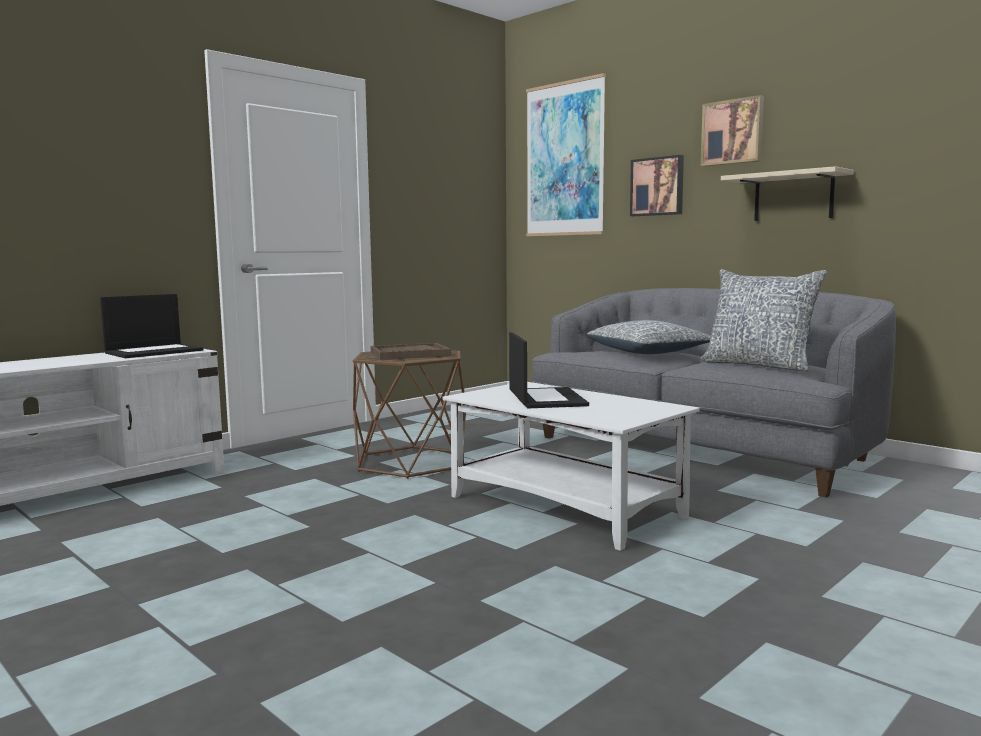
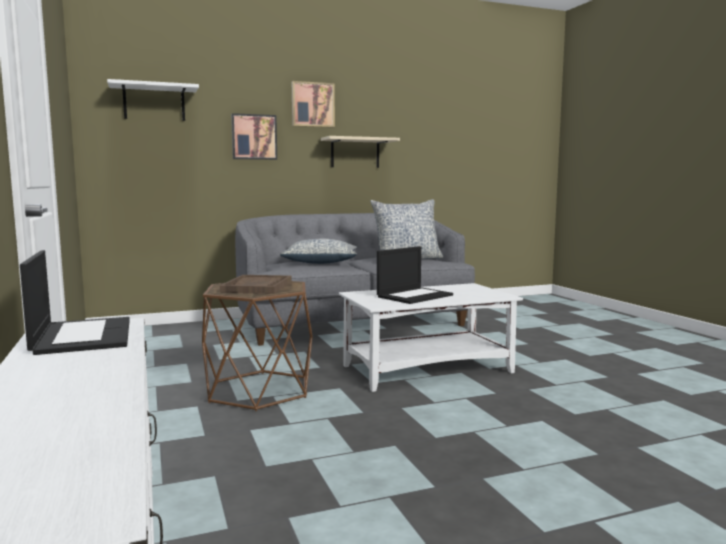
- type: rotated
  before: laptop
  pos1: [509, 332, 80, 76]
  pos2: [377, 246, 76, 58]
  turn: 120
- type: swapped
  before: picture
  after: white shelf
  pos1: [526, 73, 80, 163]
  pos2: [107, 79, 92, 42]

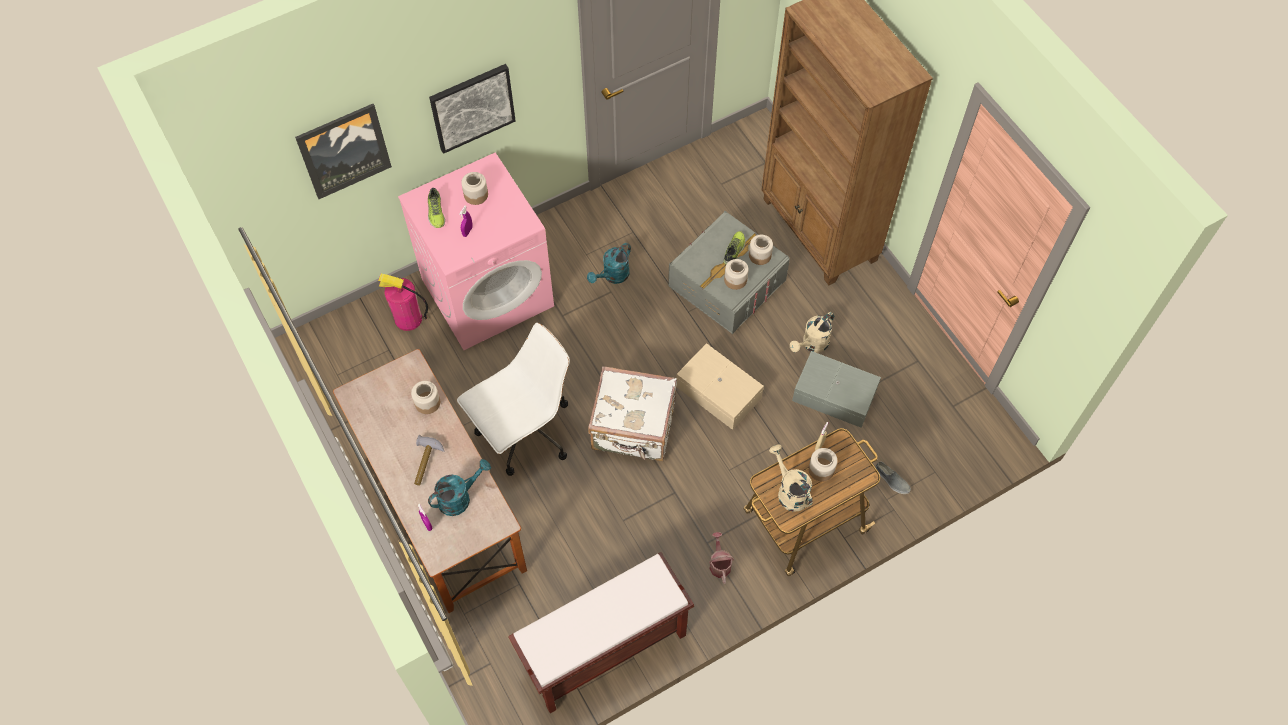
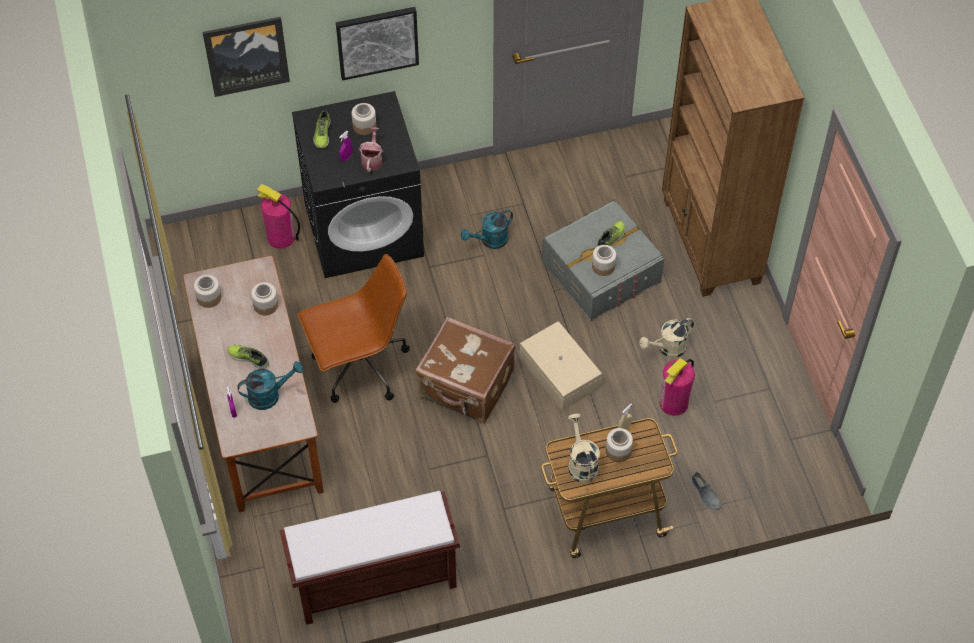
- type: repainted
  before: pink washing machine
  after: black washing machine
  pos1: [398, 152, 156, 198]
  pos2: [292, 91, 132, 187]
- type: swapped
  before: hammer
  after: shoe
  pos1: [414, 435, 30, 51]
  pos2: [227, 345, 42, 24]
- type: repainted
  before: white office chair
  after: brown office chair
  pos1: [457, 323, 113, 153]
  pos2: [298, 254, 112, 149]
- type: repainted
  before: white suitcase
  after: brown suitcase
  pos1: [588, 366, 89, 95]
  pos2: [416, 317, 99, 106]
- type: shifted
  before: watering can
  pos1: [709, 532, 25, 52]
  pos2: [359, 127, 24, 45]
- type: shifted
  before: jar
  pos1: [749, 235, 24, 30]
  pos2: [194, 275, 27, 33]
- type: swapped
  before: grey storage box
  after: fire extinguisher
  pos1: [792, 351, 89, 77]
  pos2: [659, 358, 36, 58]

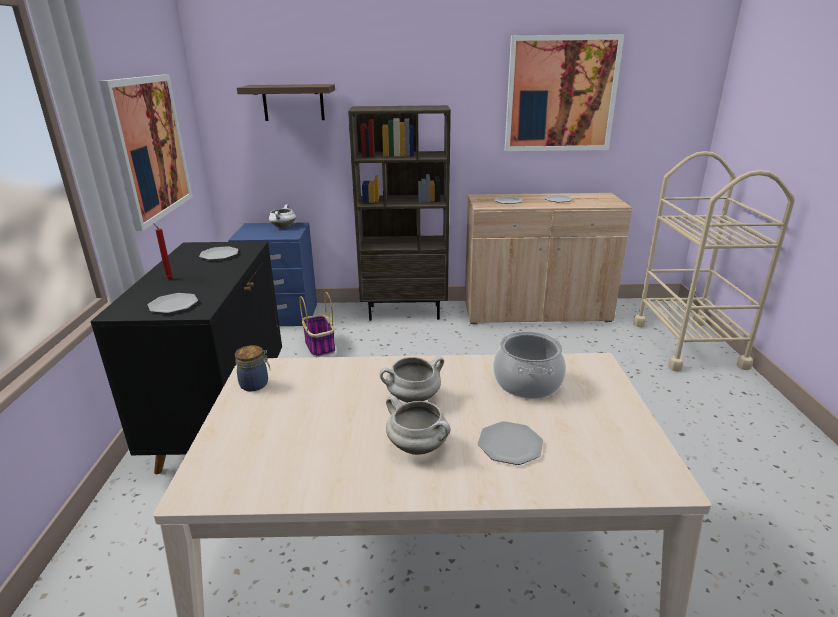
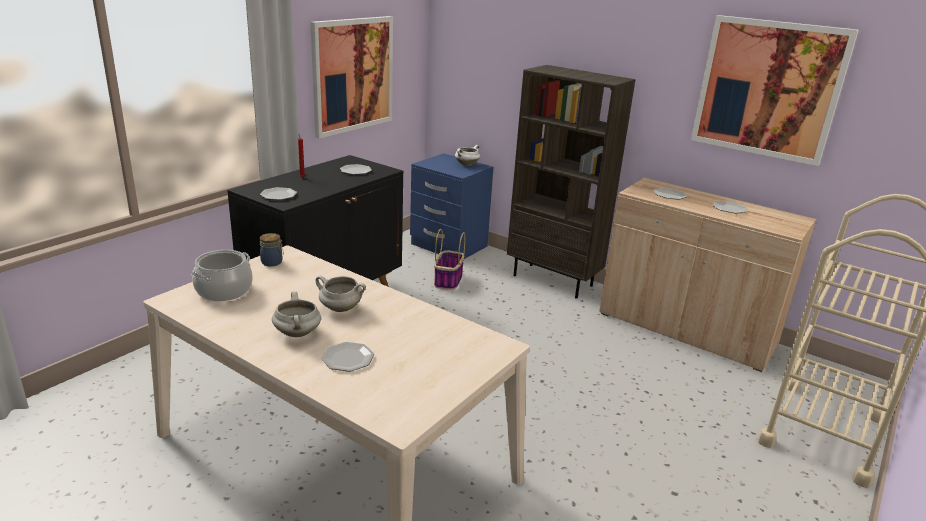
- type: gone
  before: shelf
  pos1: [237, 84, 98, 37]
- type: shifted
  before: cooking pot
  pos1: [493, 331, 73, 68]
  pos2: [191, 250, 62, 51]

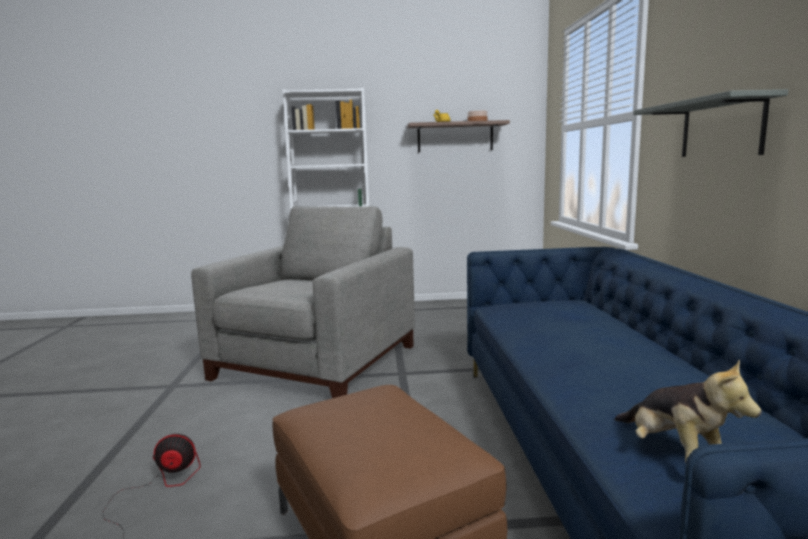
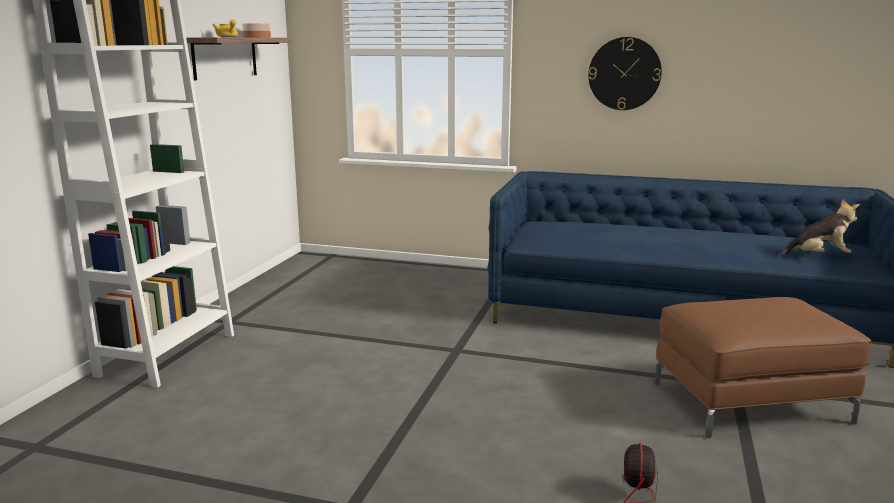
- type: gone
  before: grey armchair
  pos1: [191, 206, 224, 192]
- type: swapped
  before: grey shelf
  after: wall clock
  pos1: [633, 89, 155, 68]
  pos2: [588, 37, 74, 73]

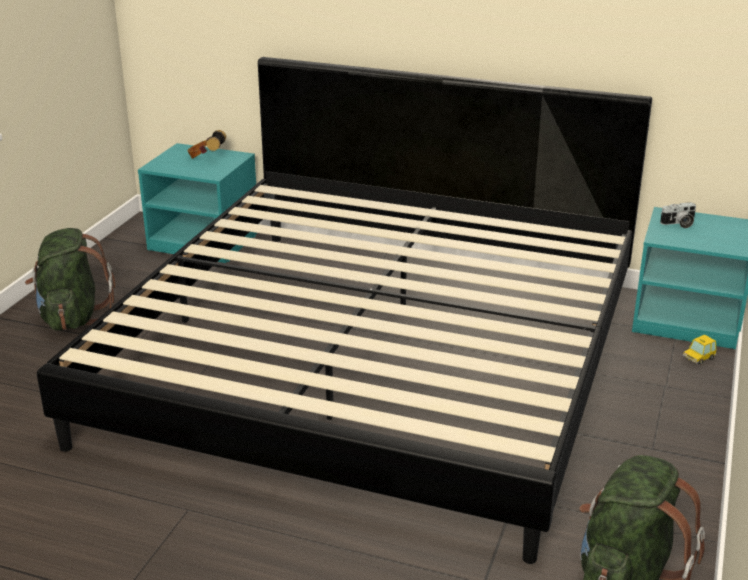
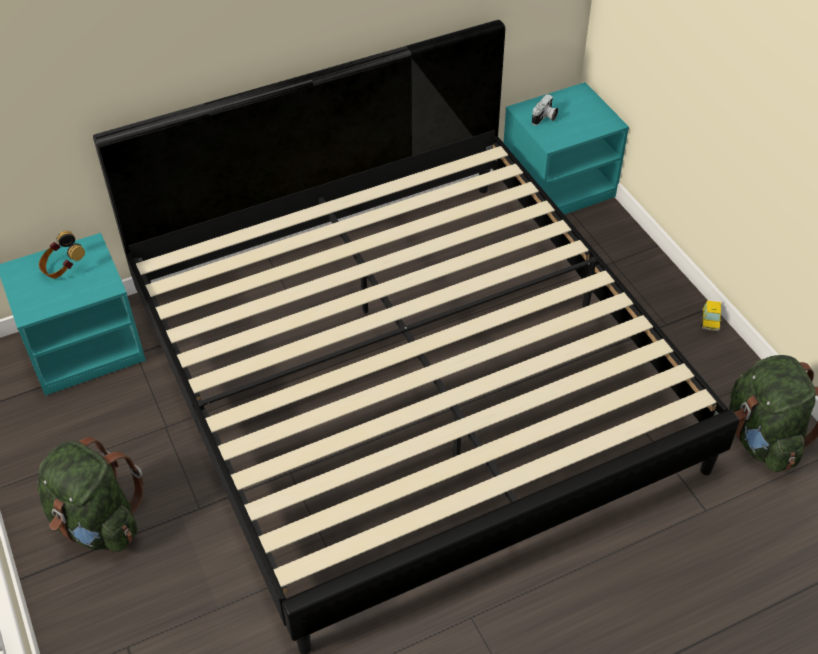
- type: shifted
  before: toy car
  pos1: [683, 335, 34, 30]
  pos2: [701, 300, 22, 31]

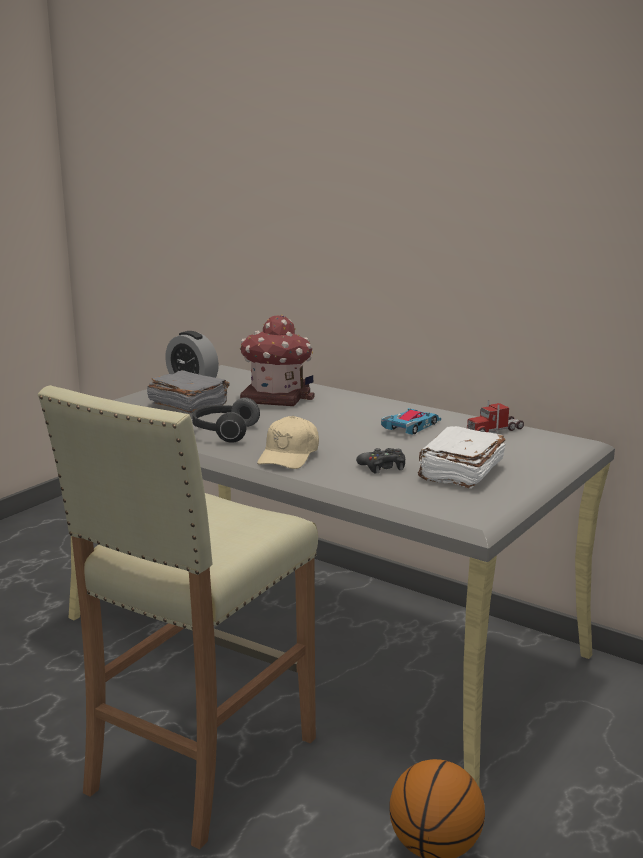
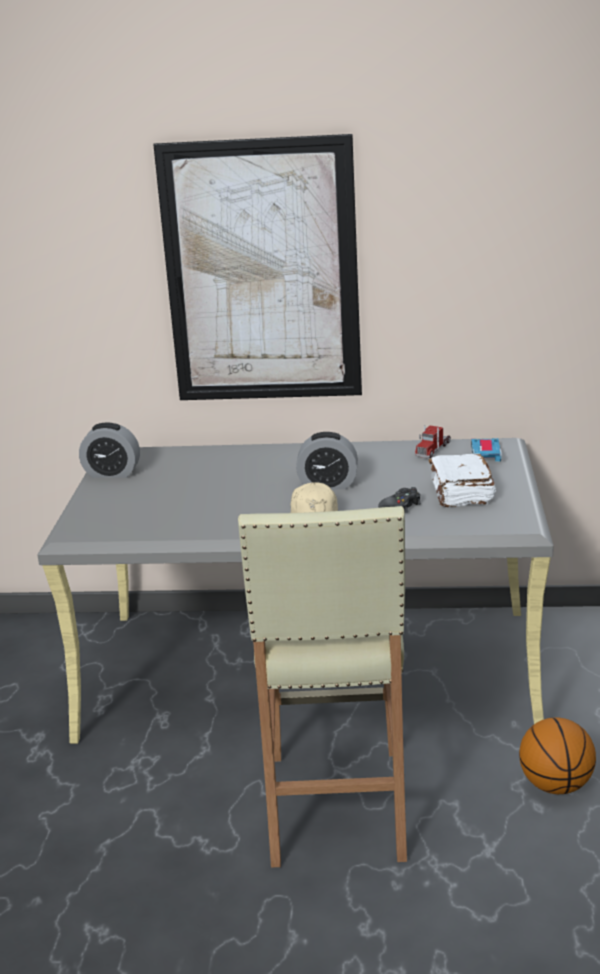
- type: gone
  before: grey book
  pos1: [147, 370, 82, 43]
- type: gone
  before: headphones
  pos1: [192, 397, 68, 46]
- type: gone
  before: toy house
  pos1: [240, 315, 74, 91]
- type: shifted
  before: toy car
  pos1: [381, 408, 60, 27]
  pos2: [471, 438, 31, 24]
- type: new
  after: picture
  pos2: [153, 134, 209, 266]
- type: new
  after: alarm clock
  pos2: [296, 432, 62, 58]

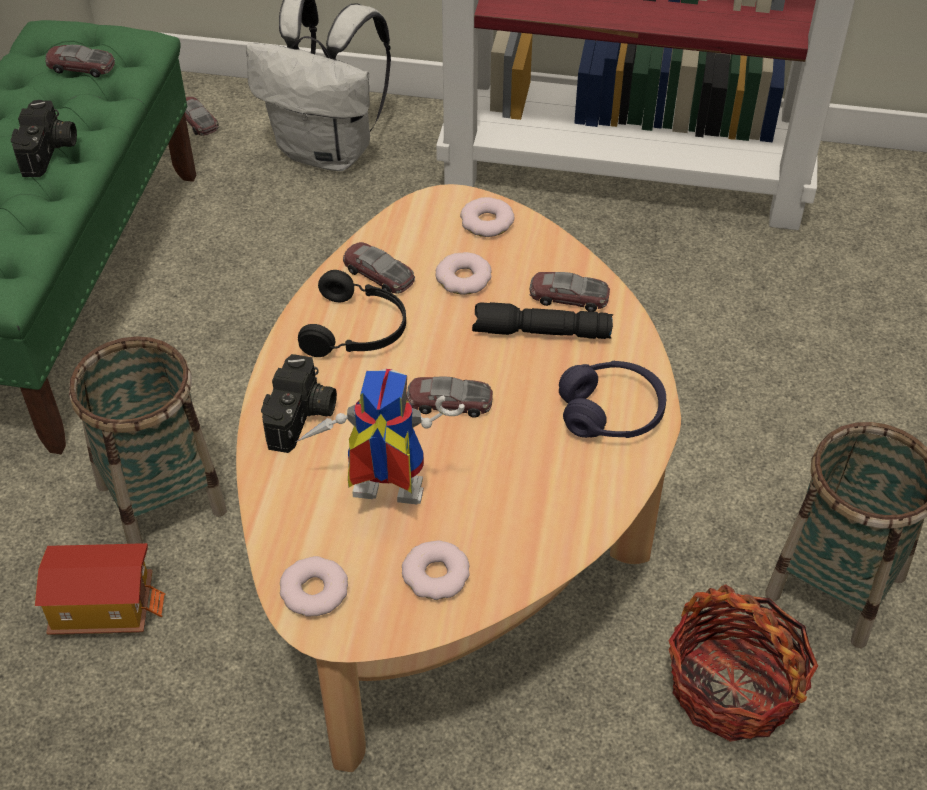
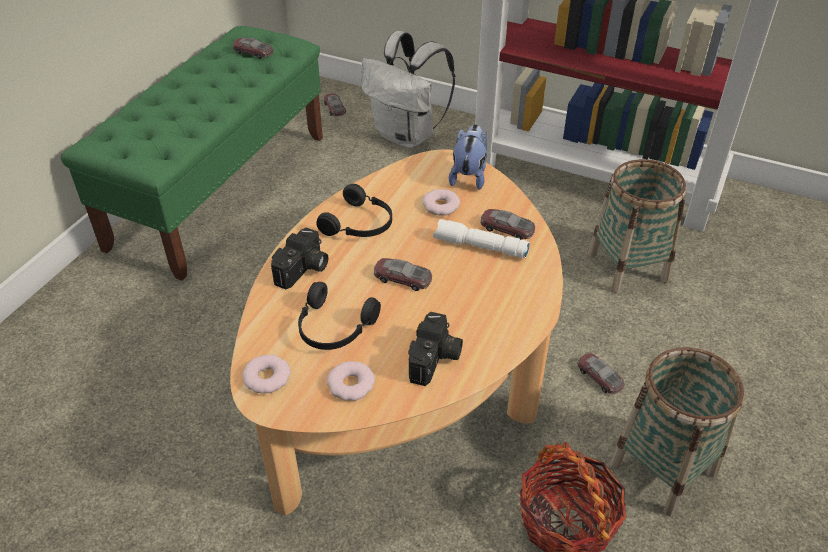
- type: shifted
  before: photo camera
  pos1: [11, 100, 66, 77]
  pos2: [408, 312, 55, 74]
- type: gone
  before: toy house
  pos1: [35, 543, 130, 92]
- type: shifted
  before: basket
  pos1: [69, 336, 158, 208]
  pos2: [588, 159, 98, 134]
- type: swapped
  before: toy robot
  after: black headphones
  pos1: [296, 369, 169, 135]
  pos2: [298, 282, 83, 68]
- type: shifted
  before: toy car
  pos1: [343, 242, 72, 51]
  pos2: [578, 353, 47, 41]
- type: swapped
  before: donut
  after: plush toy
  pos1: [460, 197, 54, 40]
  pos2: [449, 124, 38, 66]
- type: repainted
  before: black flashlight
  after: white flashlight
  pos1: [472, 302, 141, 37]
  pos2: [433, 219, 97, 39]
- type: gone
  before: purple headphones
  pos1: [559, 360, 107, 78]

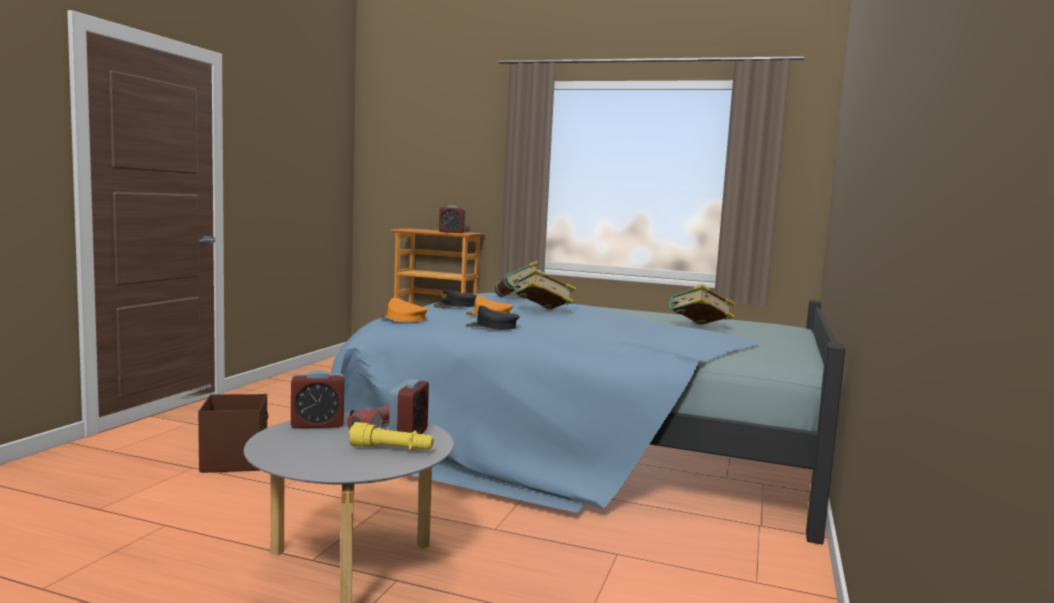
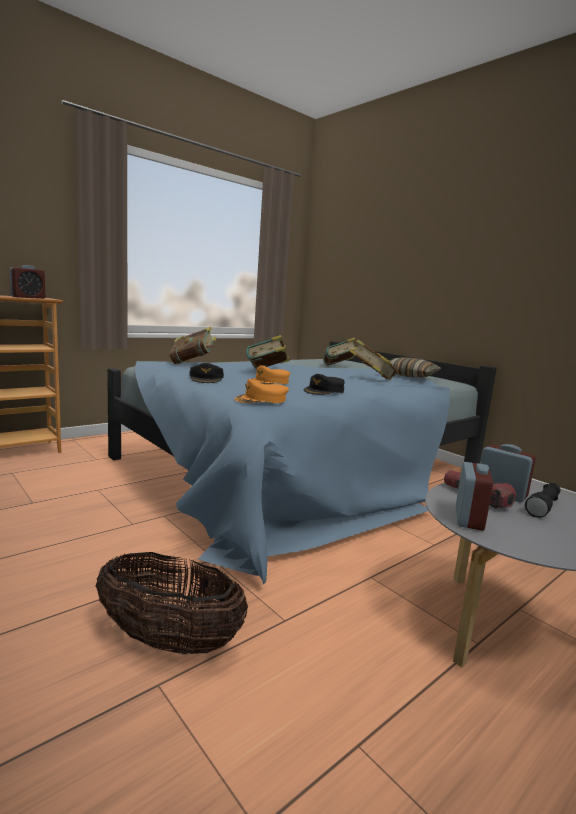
- type: swapped
  before: brown storage box
  after: basket
  pos1: [198, 394, 71, 79]
  pos2: [96, 552, 152, 102]
- type: repainted
  before: yellow flashlight
  after: black flashlight
  pos1: [349, 422, 85, 29]
  pos2: [525, 483, 36, 35]
- type: new
  after: book
  pos2: [349, 339, 48, 41]
- type: new
  after: pillow
  pos2: [390, 357, 51, 21]

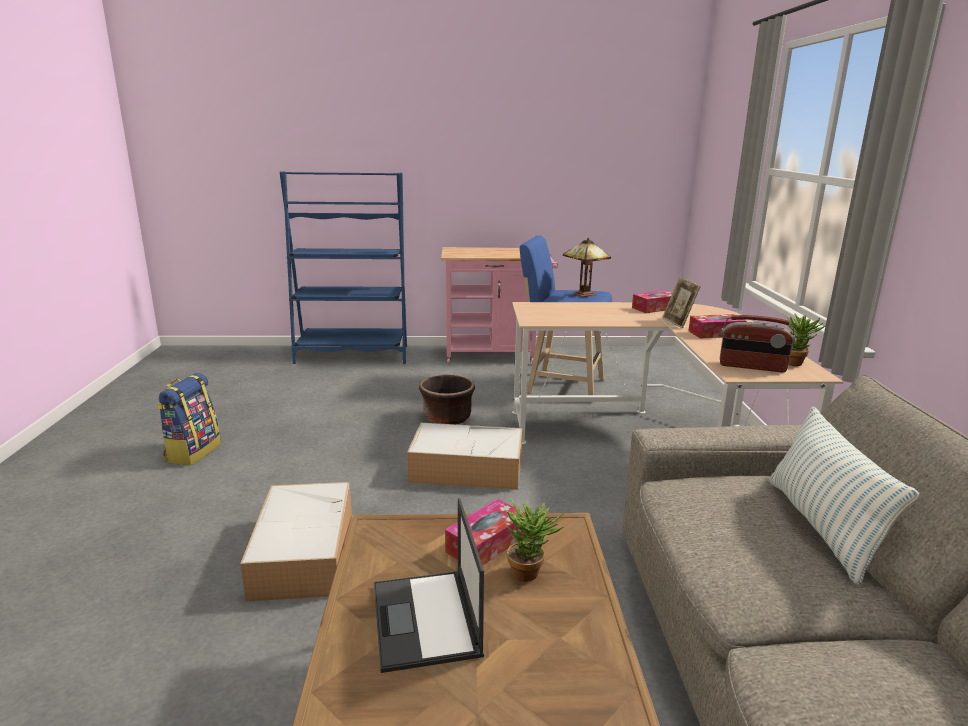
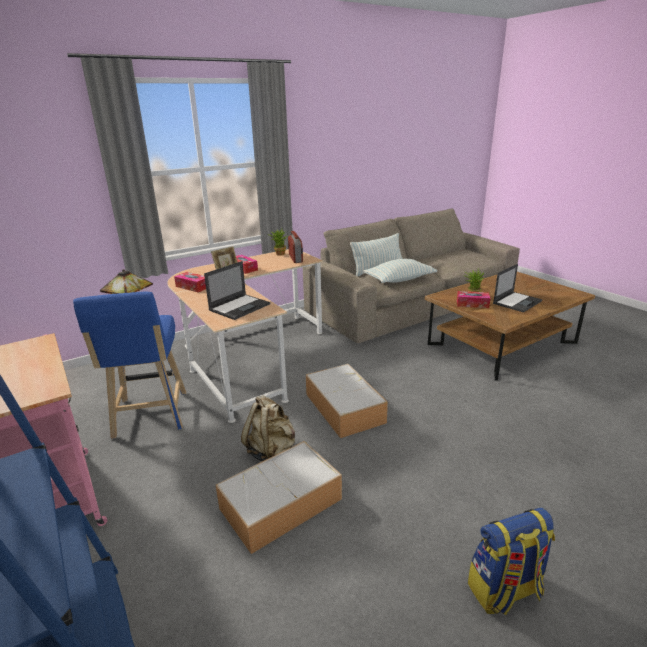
- type: shifted
  before: storage box
  pos1: [241, 482, 111, 120]
  pos2: [216, 441, 126, 113]
- type: swapped
  before: brown planter
  after: beige backpack
  pos1: [419, 375, 56, 49]
  pos2: [241, 396, 54, 65]
- type: new
  after: laptop
  pos2: [204, 261, 66, 59]
- type: new
  after: pillow
  pos2: [364, 259, 73, 24]

